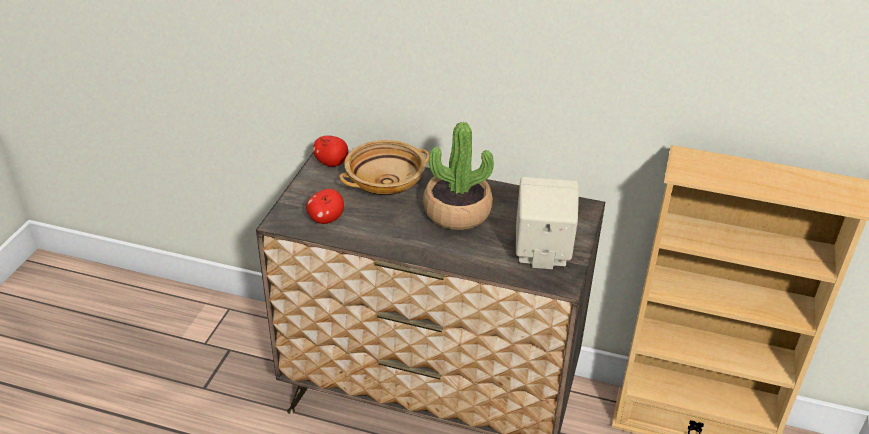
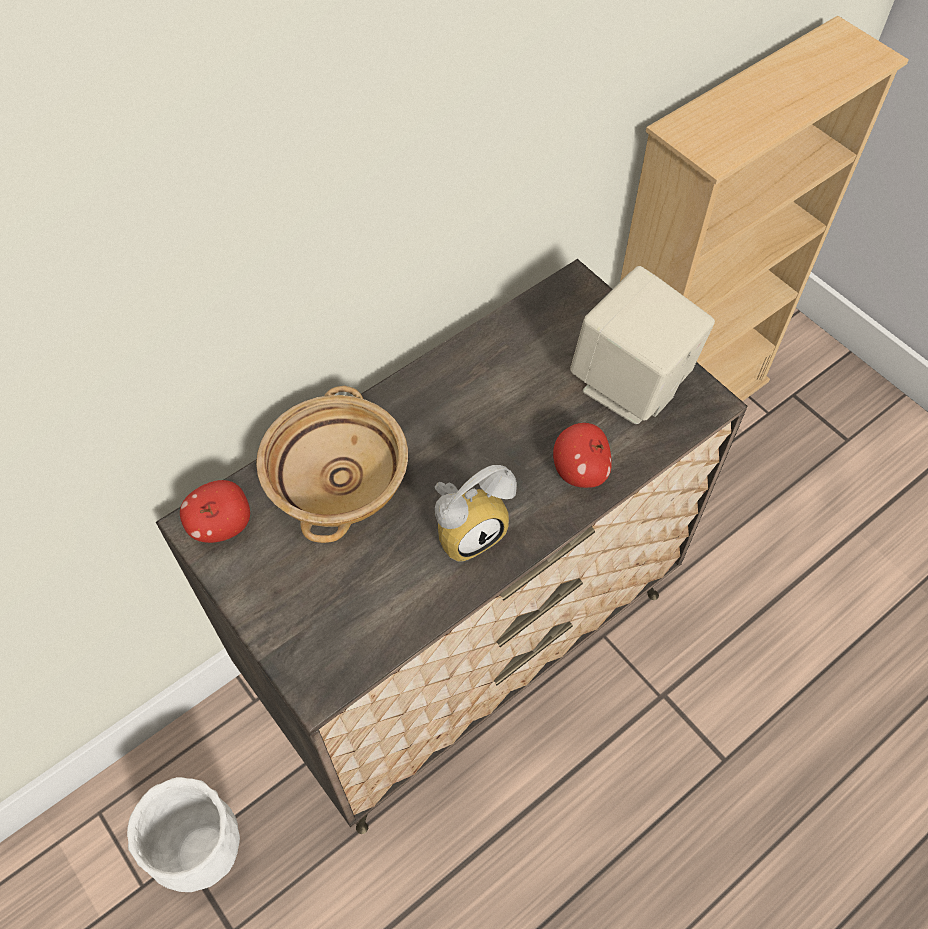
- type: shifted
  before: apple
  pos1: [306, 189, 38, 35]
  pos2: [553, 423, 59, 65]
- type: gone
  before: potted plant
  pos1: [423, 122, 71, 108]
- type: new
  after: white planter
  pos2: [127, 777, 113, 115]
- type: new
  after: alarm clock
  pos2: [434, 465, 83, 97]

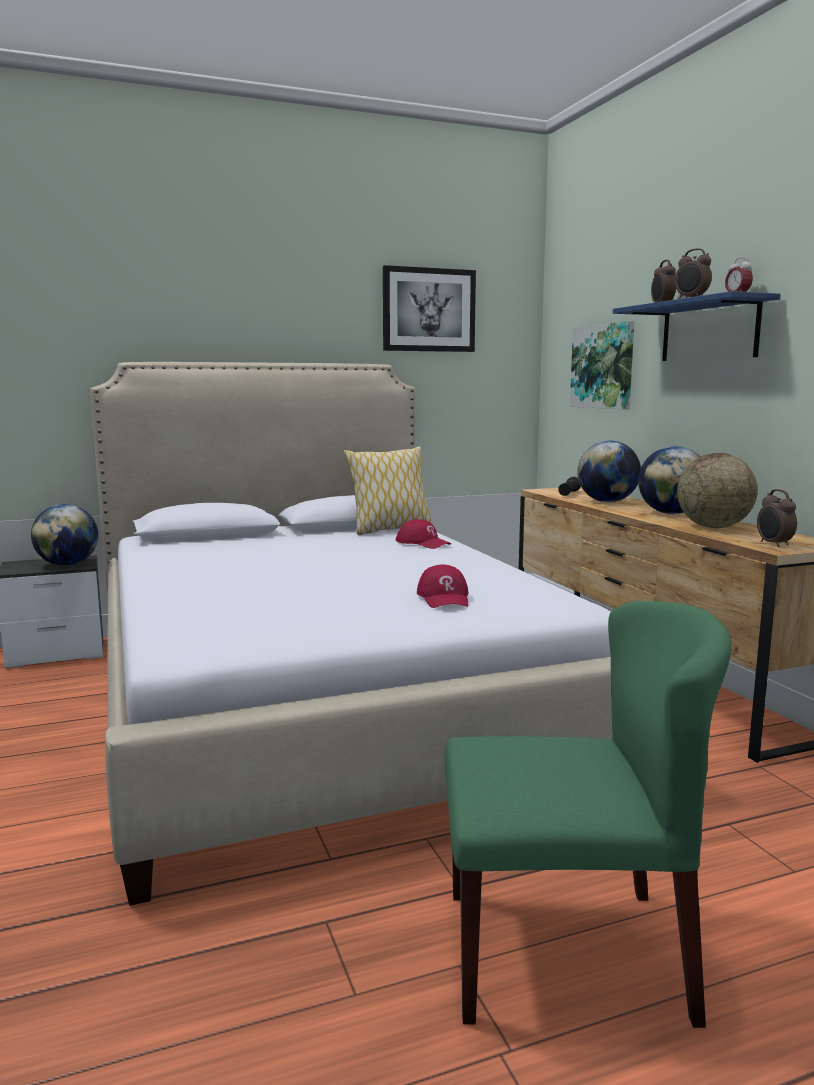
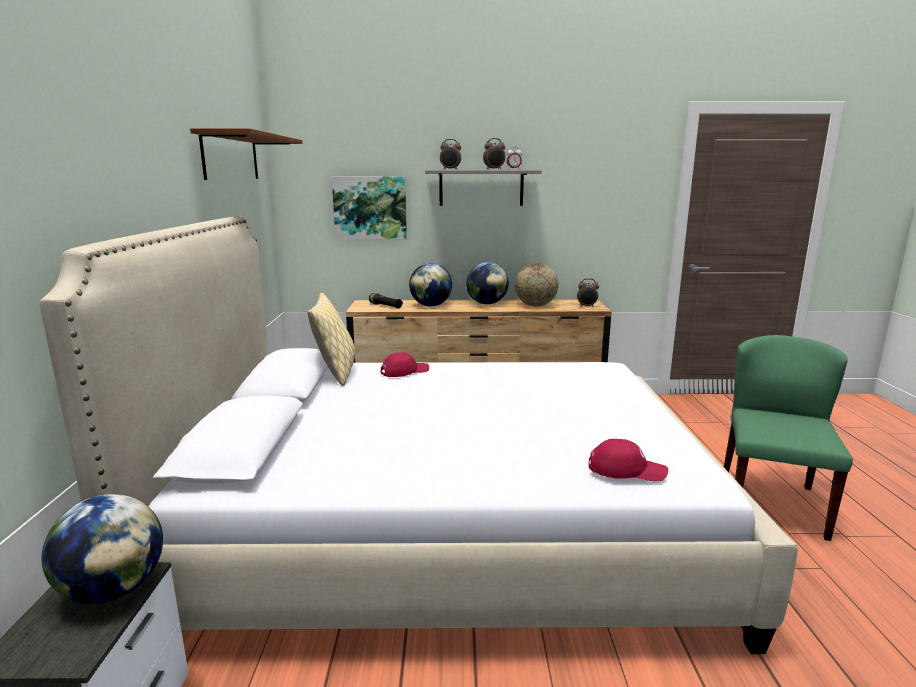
- type: swapped
  before: picture
  after: brown shelf
  pos1: [383, 265, 93, 87]
  pos2: [190, 128, 113, 52]
- type: shifted
  before: red cap
  pos1: [417, 564, 51, 44]
  pos2: [588, 439, 80, 43]
- type: repainted
  before: blue shelf
  after: grey shelf
  pos1: [613, 291, 168, 70]
  pos2: [425, 170, 117, 36]

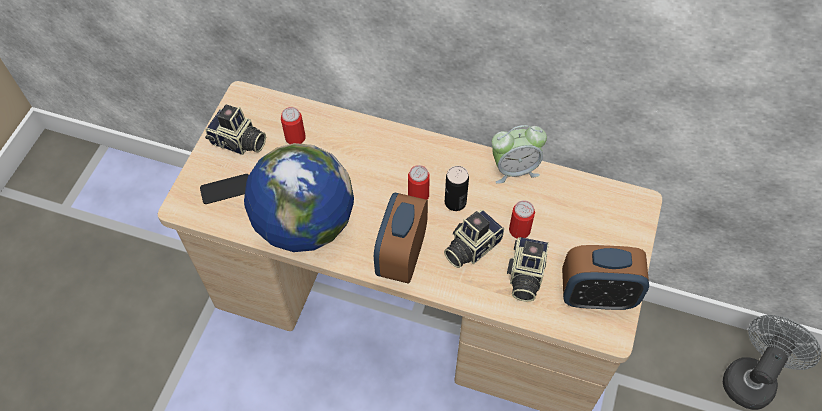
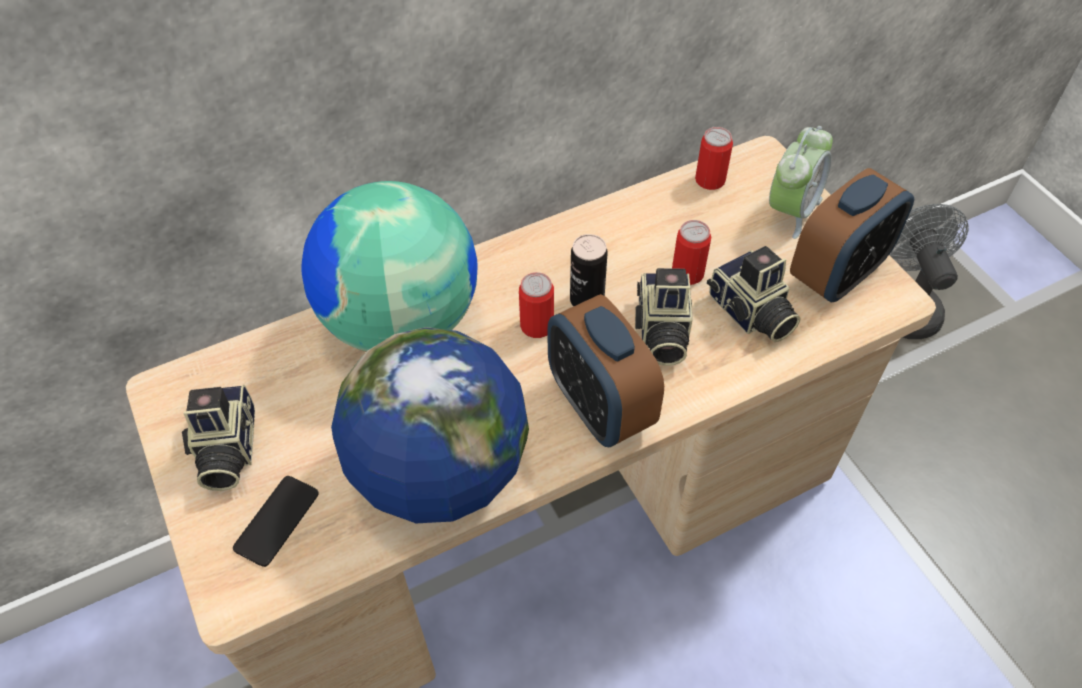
- type: rotated
  before: photo camera
  pos1: [205, 104, 61, 51]
  pos2: [182, 385, 73, 106]
  turn: 105
- type: shifted
  before: can
  pos1: [281, 107, 24, 37]
  pos2: [695, 127, 38, 63]
- type: shifted
  before: alarm clock
  pos1: [492, 125, 55, 59]
  pos2: [769, 126, 64, 113]
- type: new
  after: globe
  pos2: [301, 181, 177, 171]

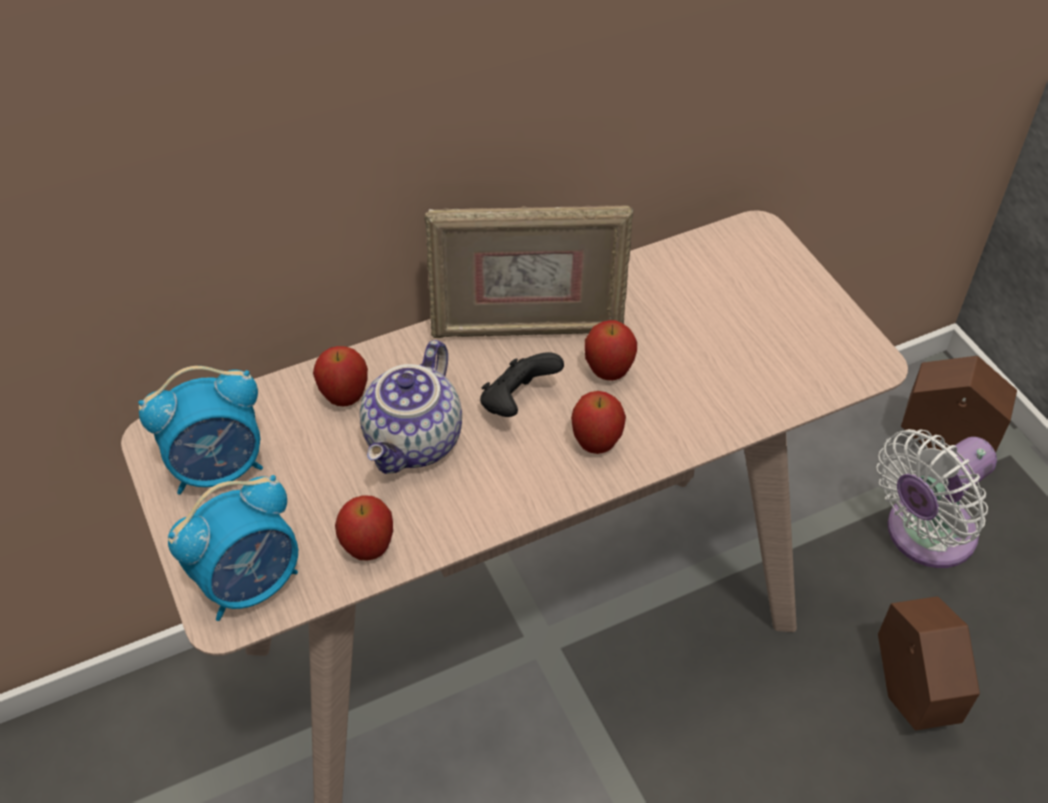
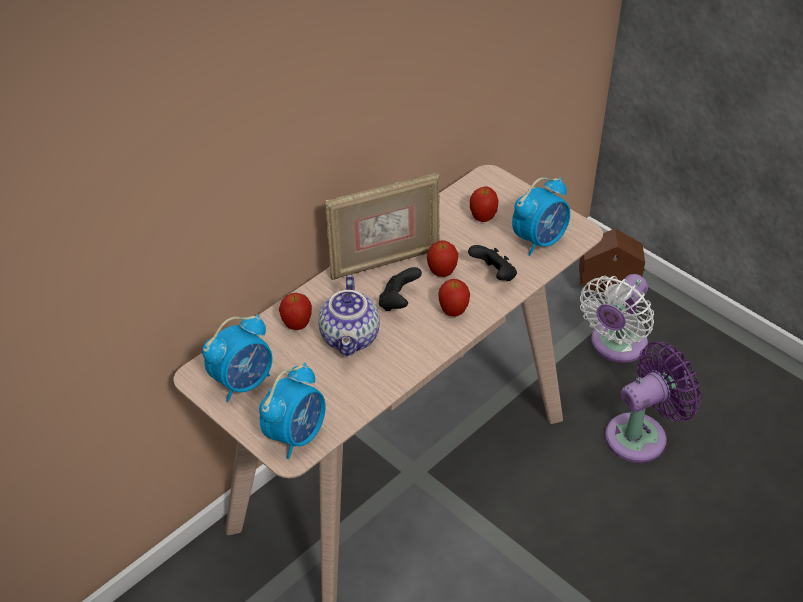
- type: shifted
  before: apple
  pos1: [335, 495, 58, 66]
  pos2: [470, 187, 29, 35]
- type: swapped
  before: brown planter
  after: purple fan
  pos1: [878, 596, 102, 134]
  pos2: [605, 342, 96, 121]
- type: new
  after: black game controller
  pos2: [468, 245, 49, 36]
- type: new
  after: alarm clock
  pos2: [512, 177, 58, 79]

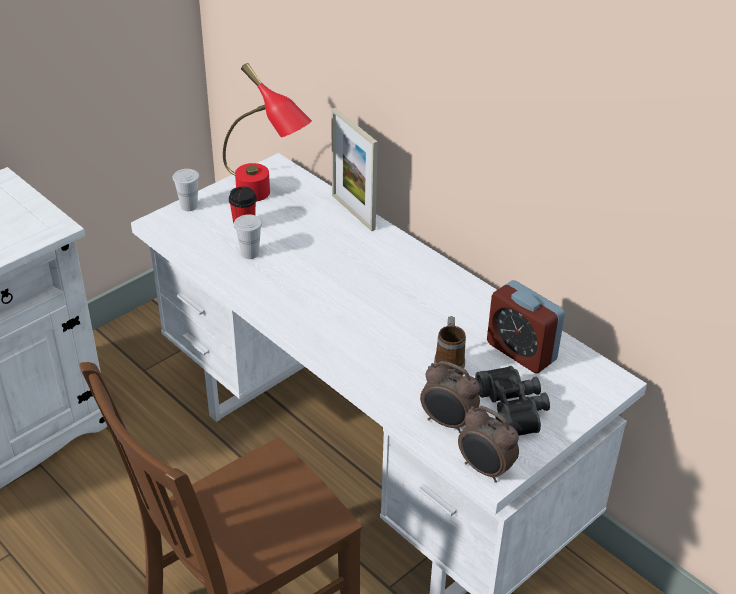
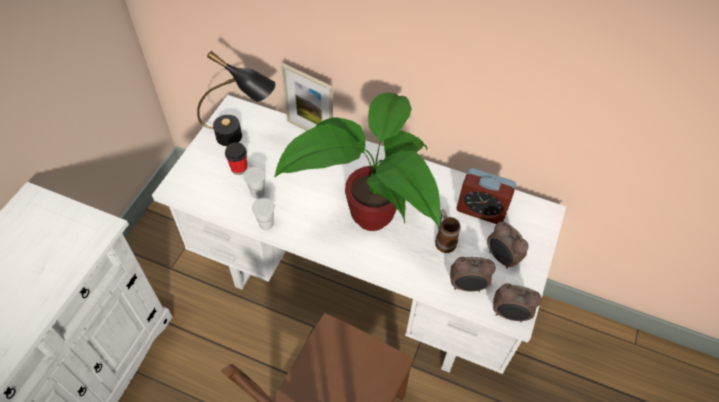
- type: shifted
  before: white cup
  pos1: [173, 169, 27, 42]
  pos2: [252, 198, 23, 32]
- type: repainted
  before: red table lamp
  after: black table lamp
  pos1: [223, 63, 89, 139]
  pos2: [197, 51, 79, 95]
- type: swapped
  before: black binoculars
  after: alarm clock
  pos1: [475, 366, 75, 70]
  pos2: [487, 222, 41, 47]
- type: new
  after: potted plant
  pos2: [274, 93, 166, 138]

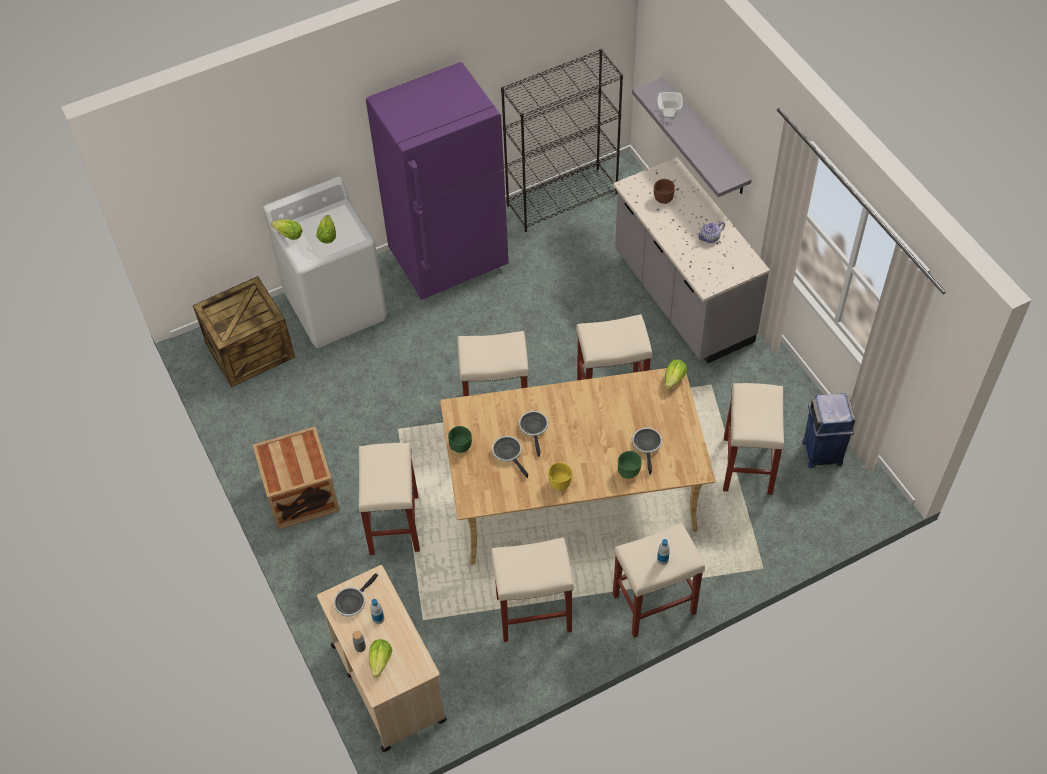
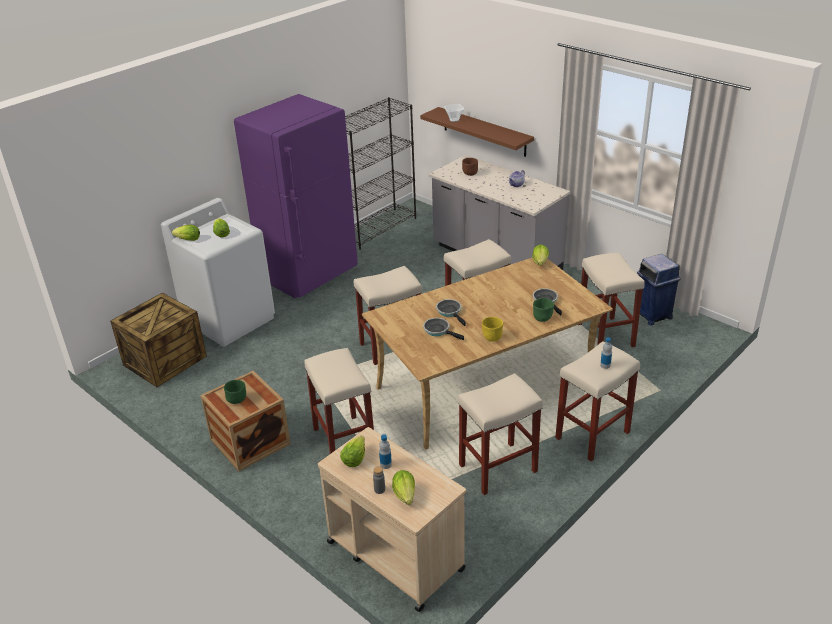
- type: swapped
  before: frying pan
  after: lettuce
  pos1: [334, 573, 44, 44]
  pos2: [340, 436, 25, 31]
- type: shifted
  before: green bowl
  pos1: [448, 426, 24, 27]
  pos2: [224, 380, 22, 24]
- type: repainted
  before: grey shelf
  after: brown shelf
  pos1: [632, 77, 120, 120]
  pos2: [420, 107, 114, 50]

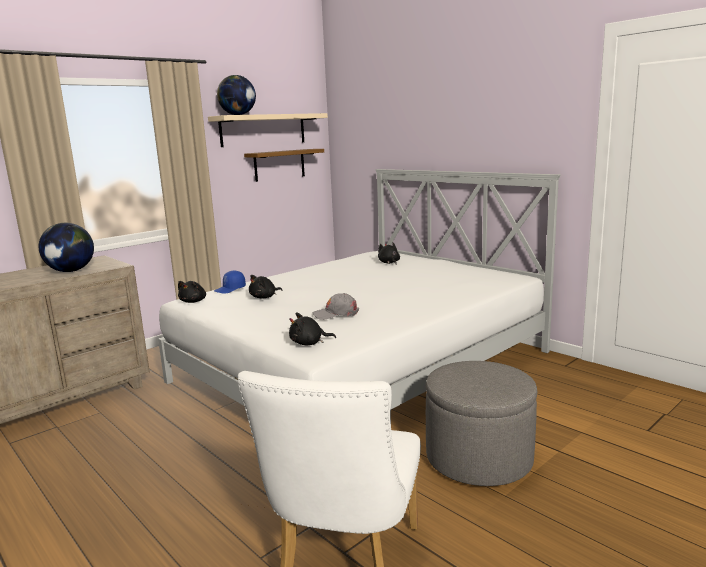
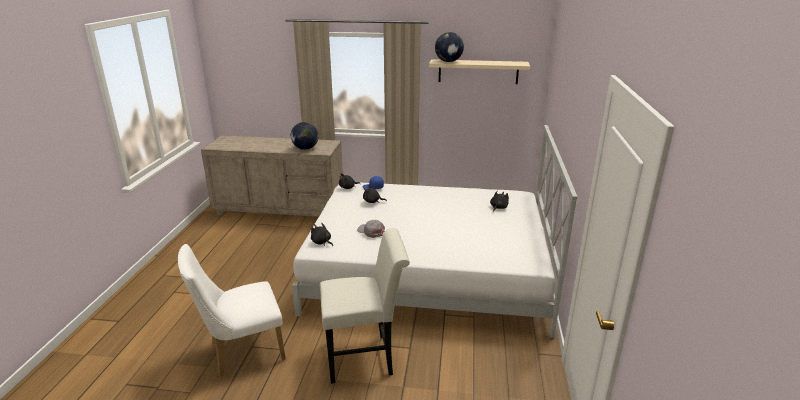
- type: gone
  before: shelf
  pos1: [244, 149, 80, 33]
- type: swapped
  before: grey ottoman
  after: white chair
  pos1: [426, 361, 111, 125]
  pos2: [320, 228, 90, 156]

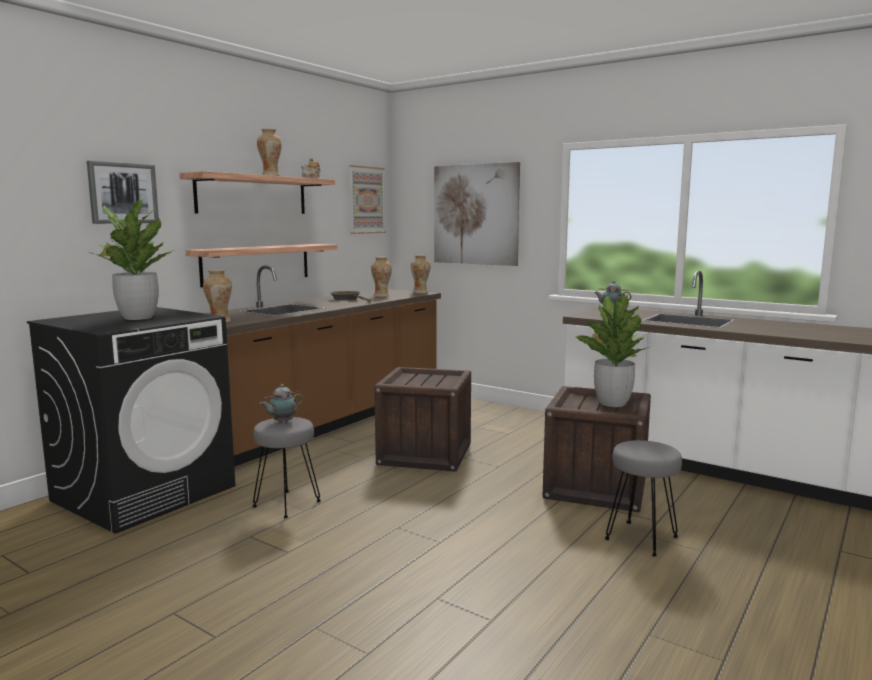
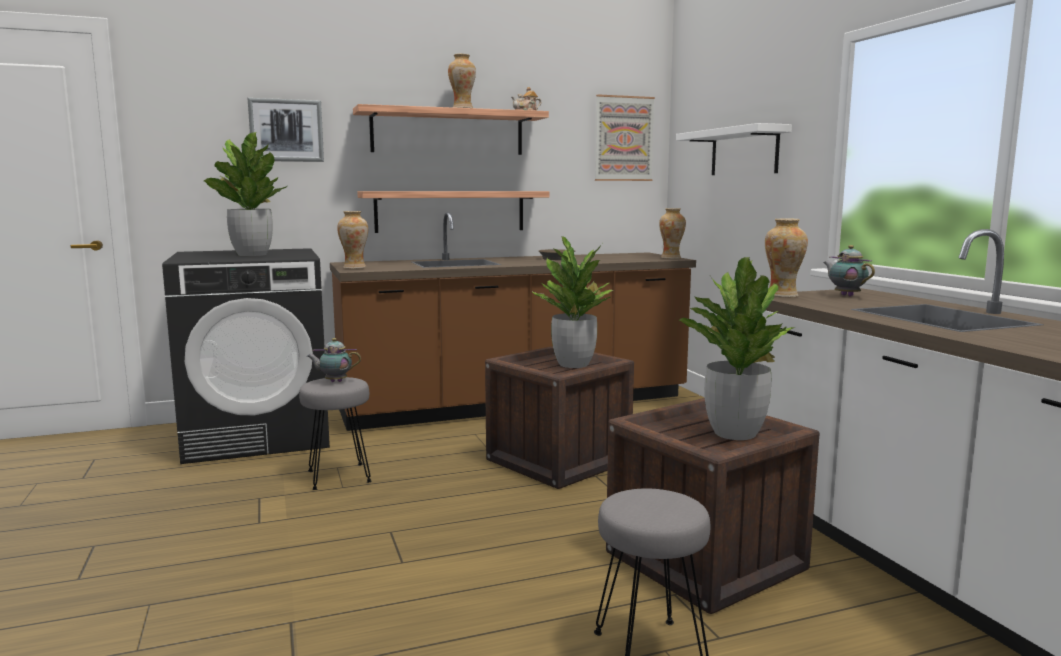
- type: shifted
  before: vase
  pos1: [371, 257, 21, 40]
  pos2: [765, 219, 43, 79]
- type: swapped
  before: picture
  after: white shelf
  pos1: [434, 162, 86, 104]
  pos2: [676, 123, 116, 52]
- type: new
  after: potted plant
  pos2: [533, 236, 80, 132]

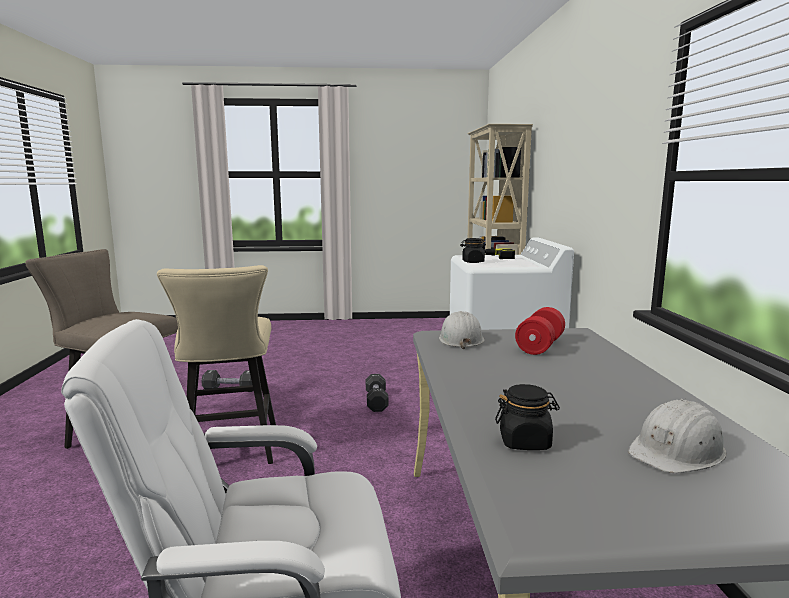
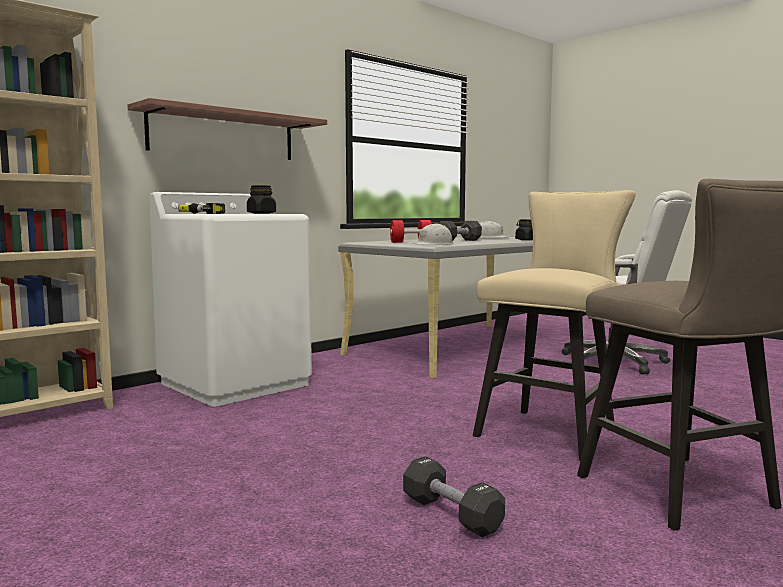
- type: shifted
  before: black dumbbell
  pos1: [366, 374, 23, 38]
  pos2: [438, 221, 44, 20]
- type: new
  after: shelf
  pos2: [127, 98, 200, 62]

